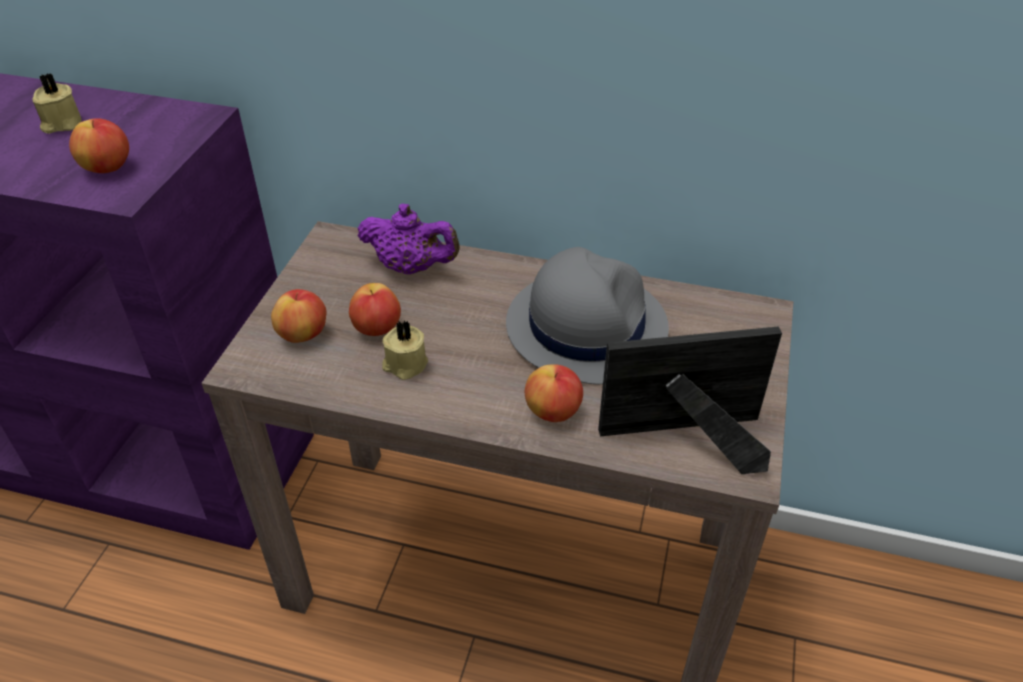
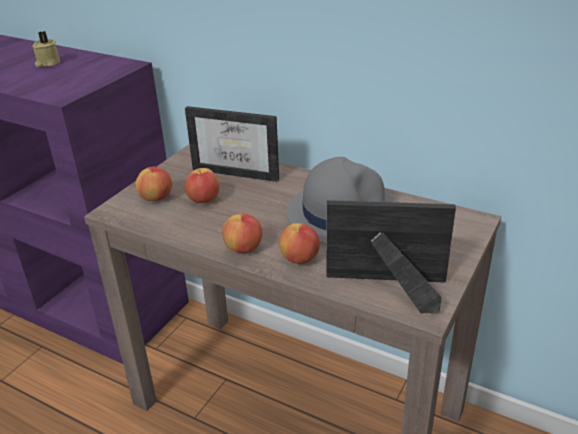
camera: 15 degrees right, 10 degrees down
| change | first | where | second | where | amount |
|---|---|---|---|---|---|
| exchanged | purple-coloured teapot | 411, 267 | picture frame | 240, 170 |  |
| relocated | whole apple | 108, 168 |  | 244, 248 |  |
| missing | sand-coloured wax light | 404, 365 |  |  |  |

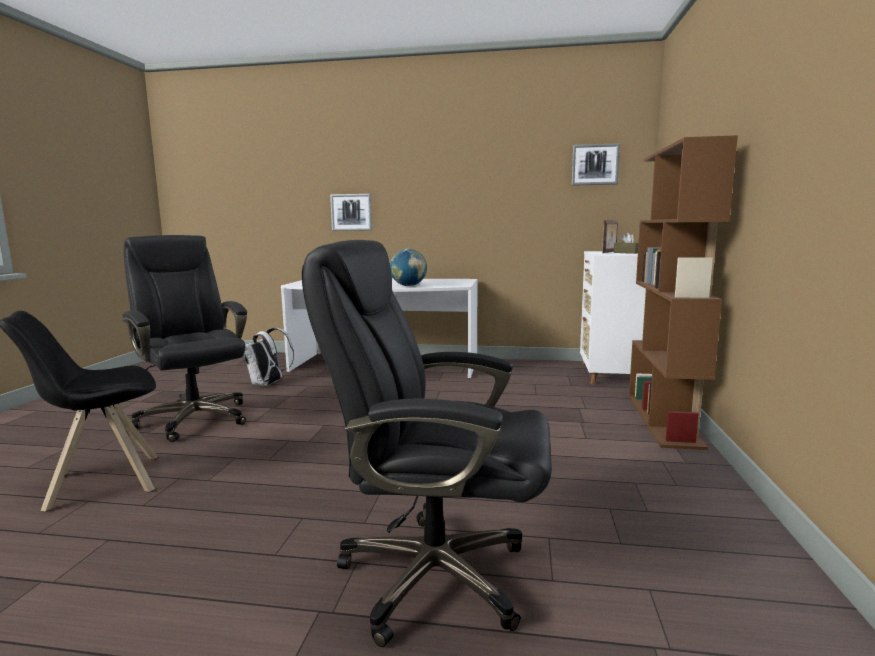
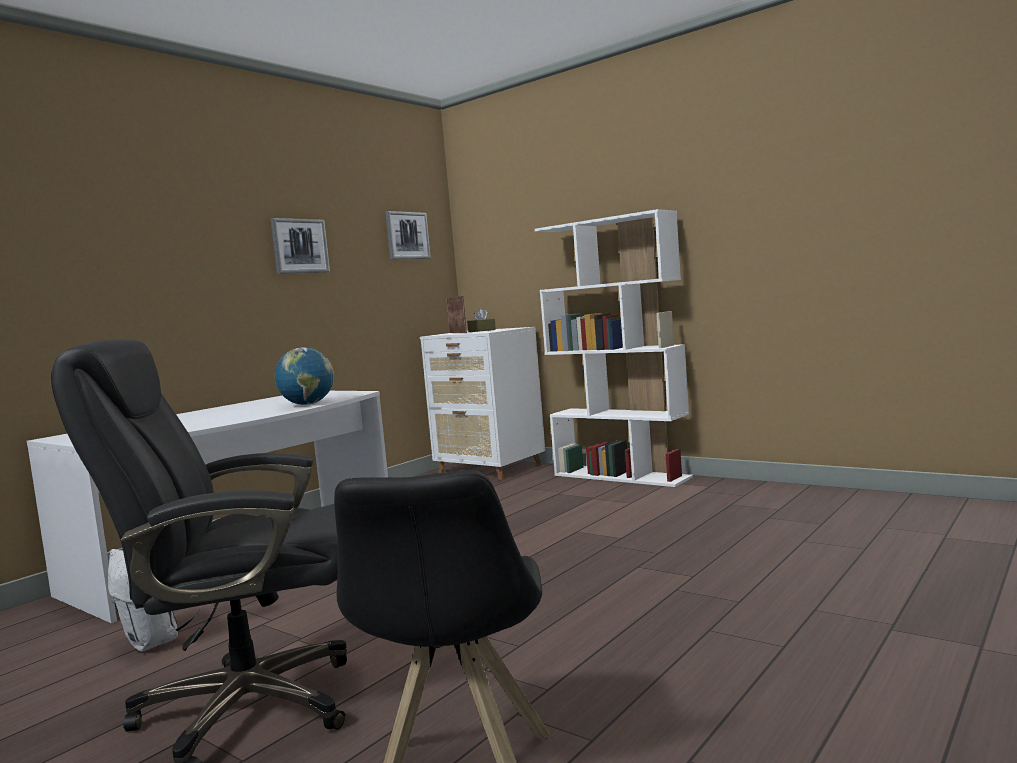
camera: 60 degrees left, 5 degrees down
| change | first | where | second | where | amount |
|---|---|---|---|---|---|
| relocated | picture | 351, 212 |  | 299, 246 |  |
| colour | brown shelving unit | 664, 420 | white shelving unit | 622, 476 |  |
| missing | black computer chair | 439, 576 |  |  |  |

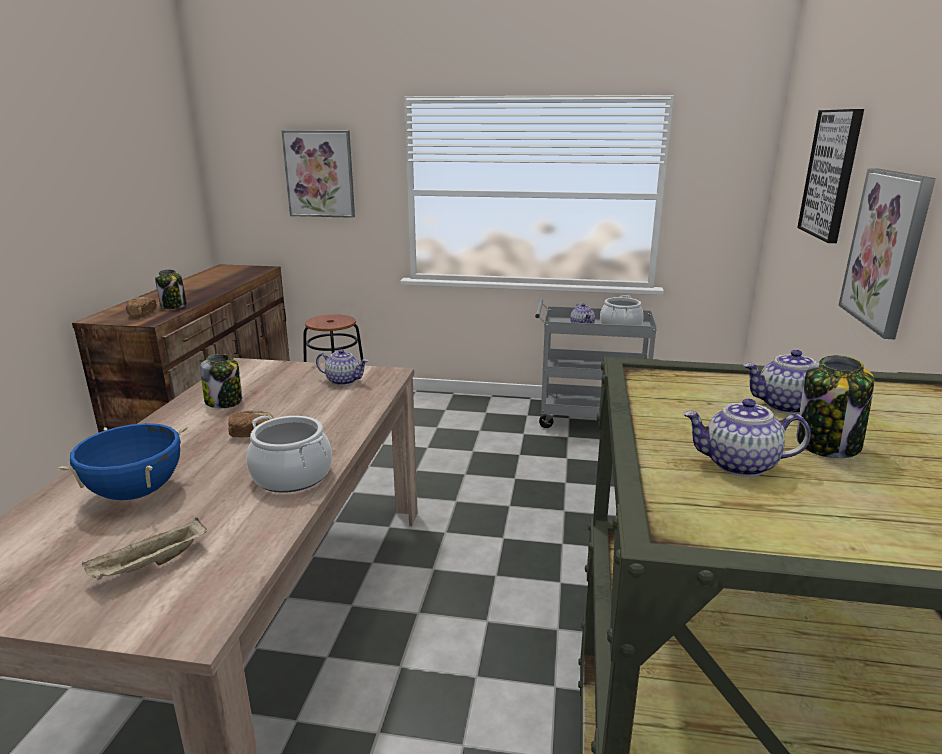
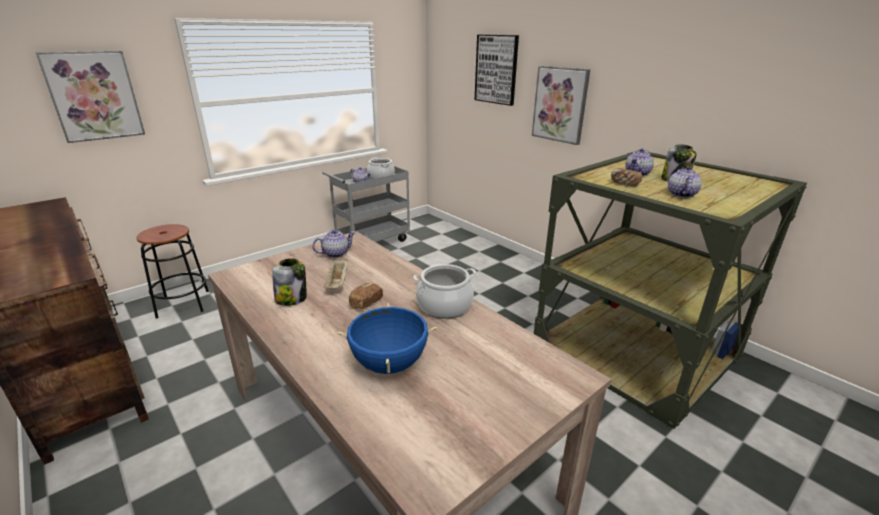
camera: 50 degrees left, 5 degrees up
| change | first | where | second | where | amount |
|---|---|---|---|---|---|
| relocated | sand-coloured serving tray | 150, 565 |  | 338, 282 |  |
| relocated | baked bread | 141, 313 |  | 624, 184 |  |
| spun | teapot | 738, 465 |  | 681, 194 | 150 degrees clockwise |
| missing | preserve jar | 174, 306 |  |  |  |

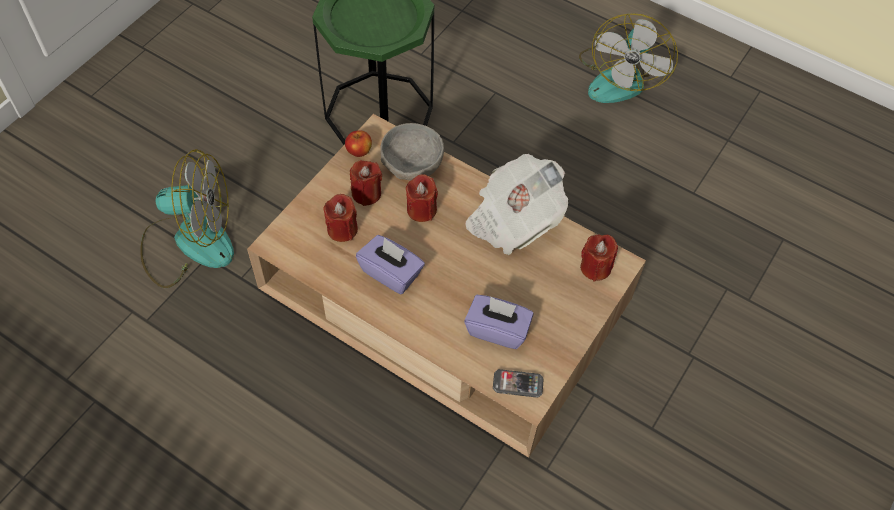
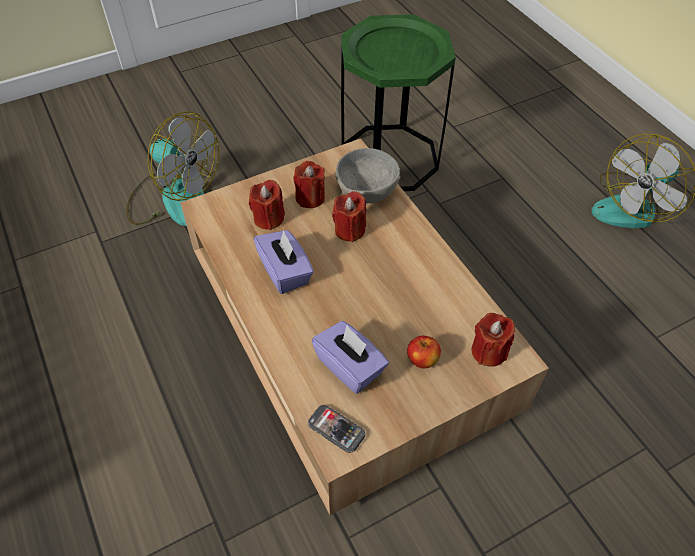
camera: 30 degrees right, 5 degrees down
| change | first | where | second | where | amount |
|---|---|---|---|---|---|
| relocated | whole apple | 359, 151 |  | 422, 360 |  |
| missing | daily paper | 513, 219 |  |  |  |

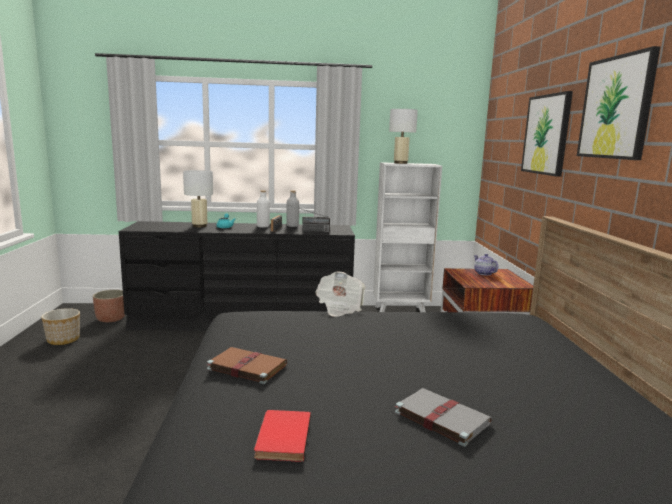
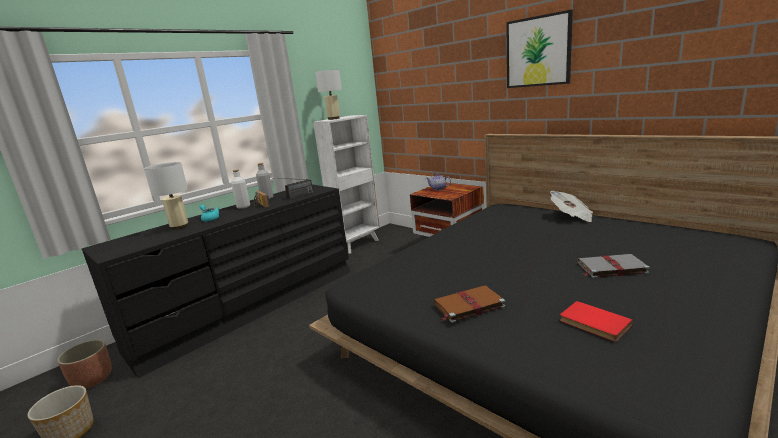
camera: 40 degrees left, 5 degrees up
| change | first | where | second | where | amount |
|---|---|---|---|---|---|
| relocated | daily paper | 339, 307 |  | 571, 217 |  |
| missing | picture | 546, 134 |  |  |  |

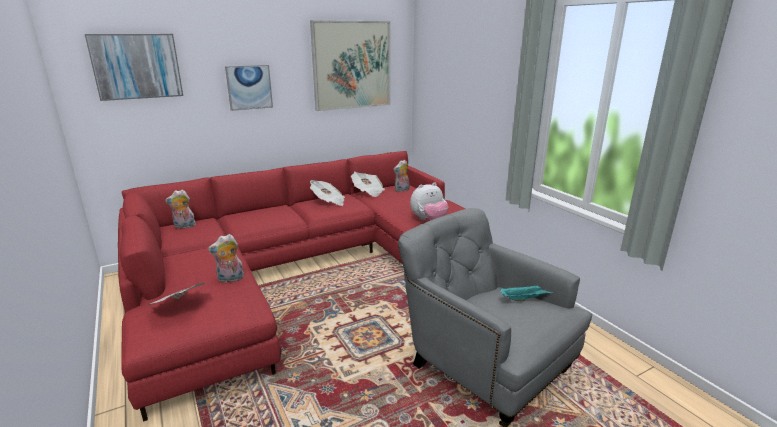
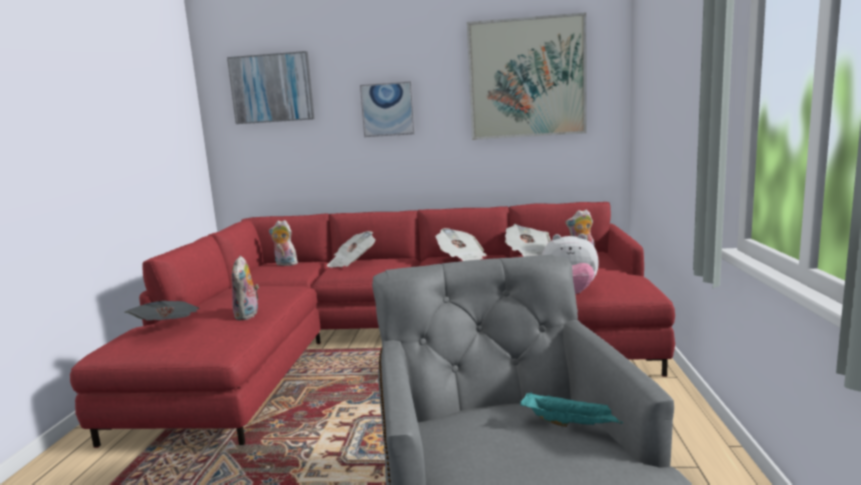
camera: 35 degrees right, 10 degrees down
| change | first | where | second | where | amount |
|---|---|---|---|---|---|
| spun | cuddly toy | 230, 279 |  | 248, 315 | 105 degrees counterclockwise |
| appeared |  |  | daily paper | 352, 263 |  |

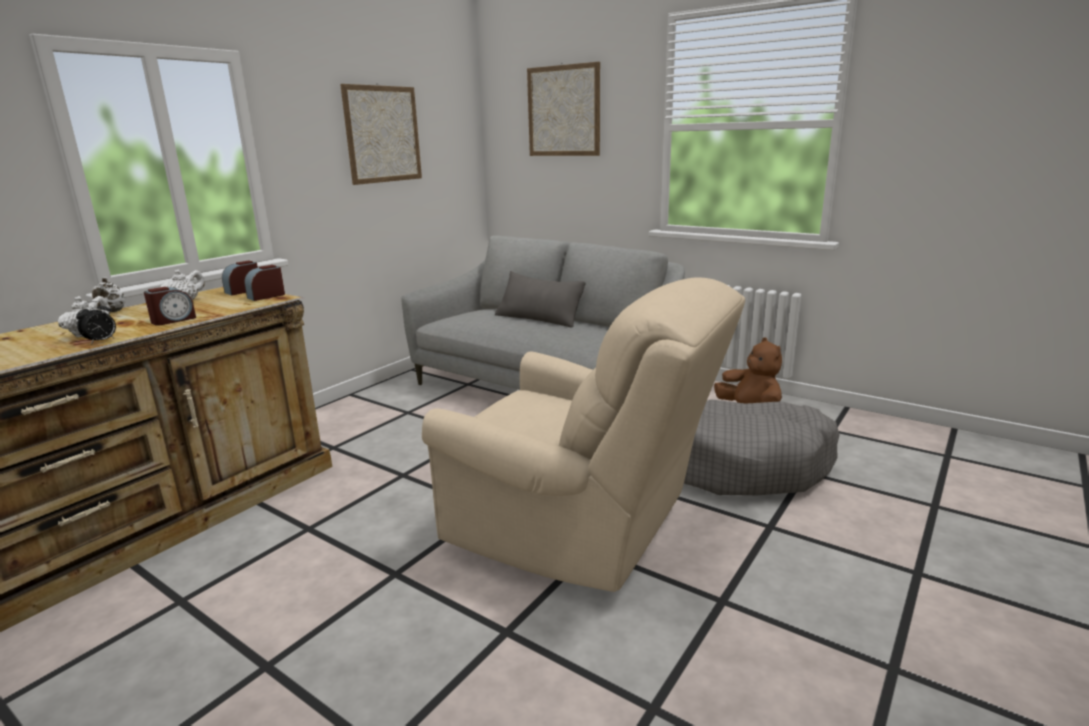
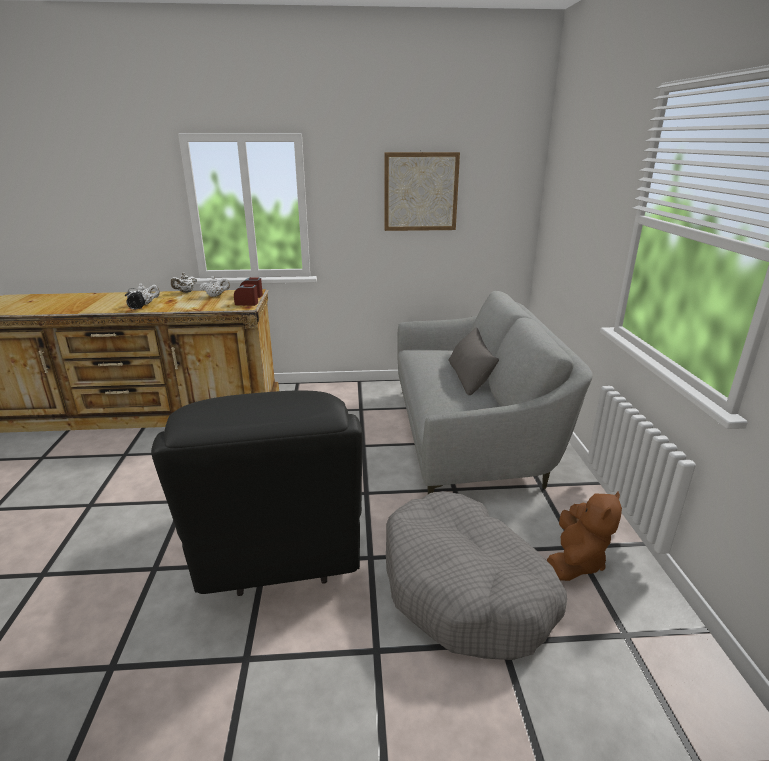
camera: 50 degrees right, 5 degrees up
| change | first | where | second | where | amount |
|---|---|---|---|---|---|
| colour | sand-coloured easy chair | 584, 533 | black easy chair | 280, 551 |  |
| missing | table clock | 173, 320 |  |  |  |
| missing | picture | 563, 110 |  |  |  |

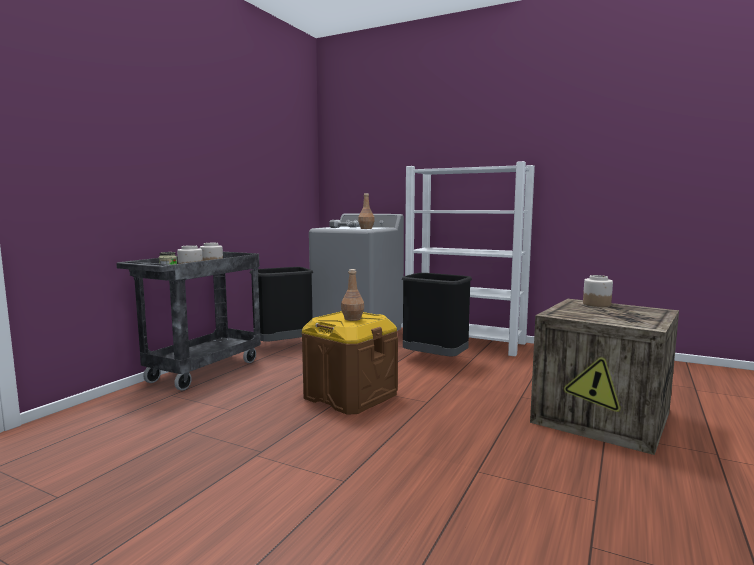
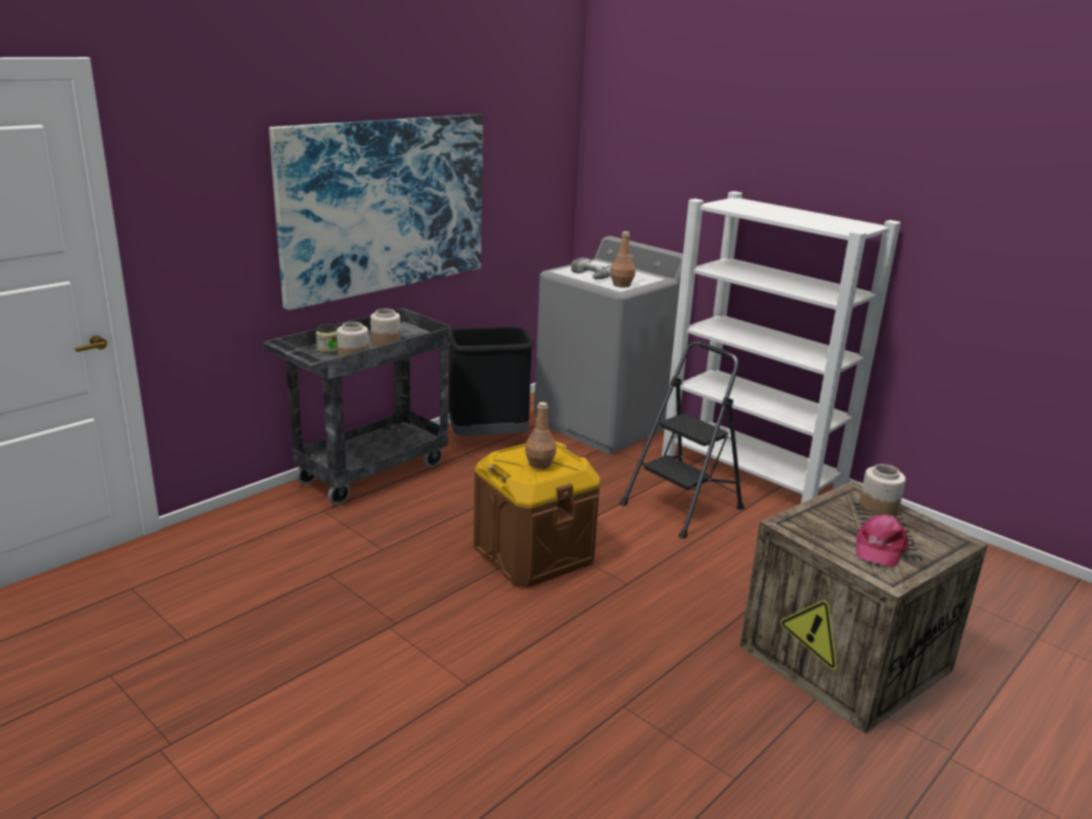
camera: 15 degrees right, 15 degrees up
| change | first | where | second | where | amount |
|---|---|---|---|---|---|
| appeared |  |  | picture | 385, 205 |  |
| exchanged | black waste bin | 435, 360 | black step ladder | 684, 504 |  |
| appeared |  |  | pinkish cap | 879, 548 |  |

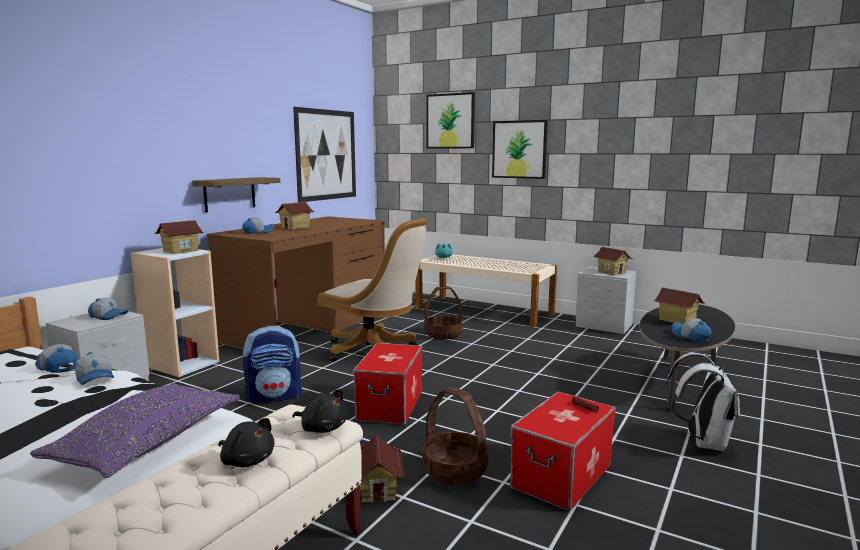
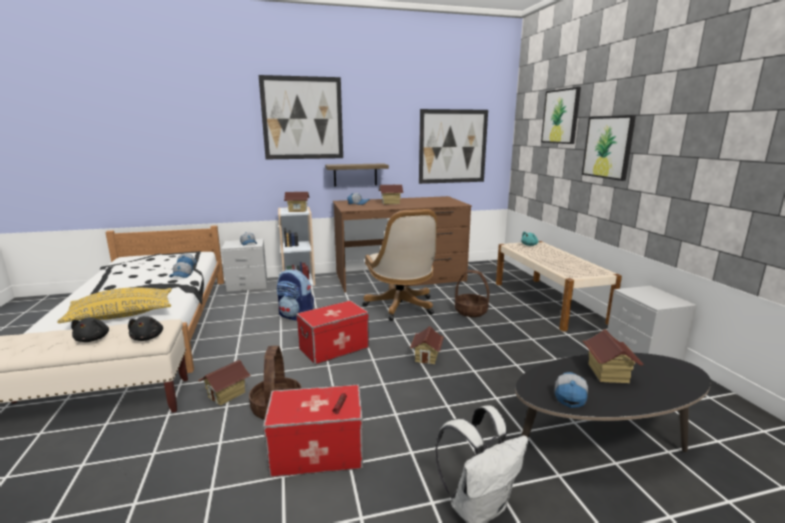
camera: 45 degrees right, 5 degrees up
| change | first | where | second | where | amount |
|---|---|---|---|---|---|
| colour | purple-coloured cushion | 148, 443 | yellow cushion | 122, 315 |  |
| appeared |  |  | picture | 302, 118 |  |
| relocated | toy house | 611, 272 |  | 427, 357 |  |

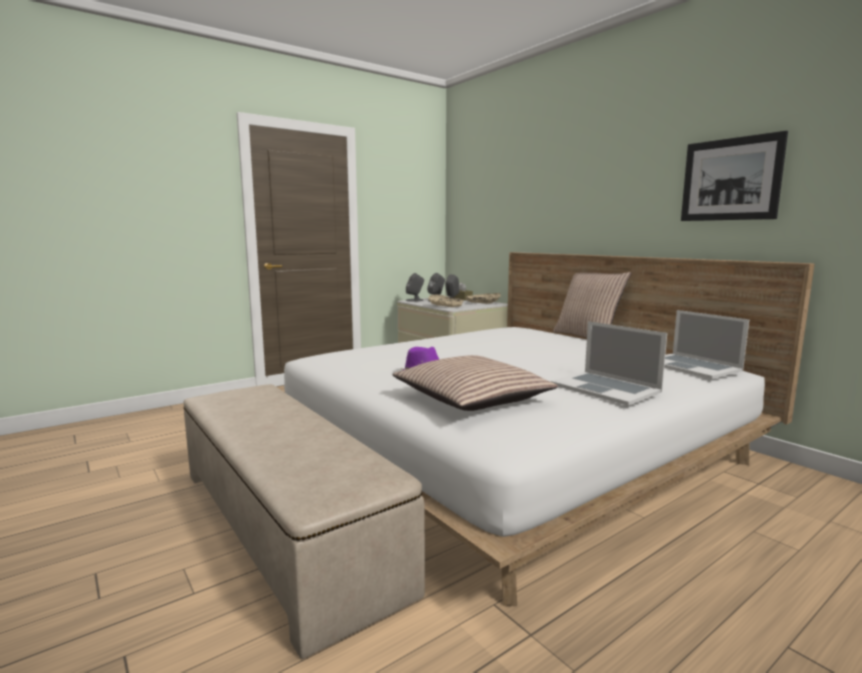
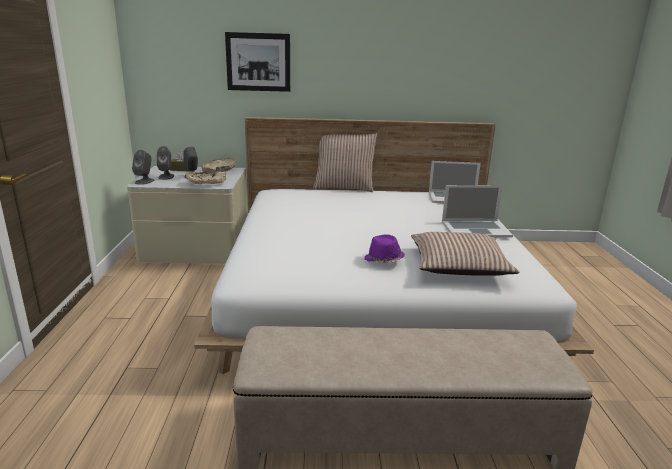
camera: 55 degrees left, 10 degrees up
| change | first | where | second | where | amount |
|---|---|---|---|---|---|
| relocated | picture | 730, 179 |  | 258, 62 |  |

